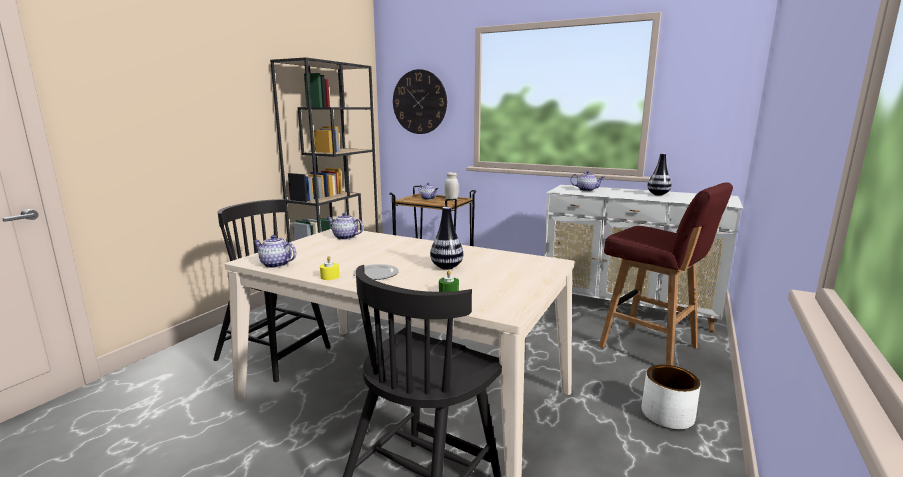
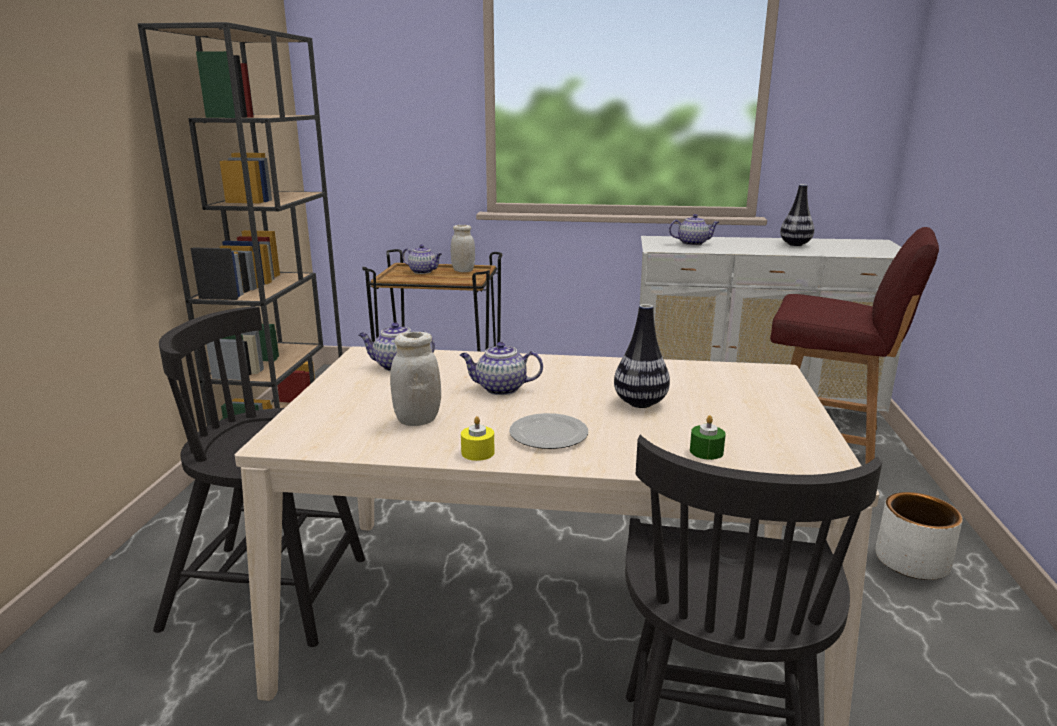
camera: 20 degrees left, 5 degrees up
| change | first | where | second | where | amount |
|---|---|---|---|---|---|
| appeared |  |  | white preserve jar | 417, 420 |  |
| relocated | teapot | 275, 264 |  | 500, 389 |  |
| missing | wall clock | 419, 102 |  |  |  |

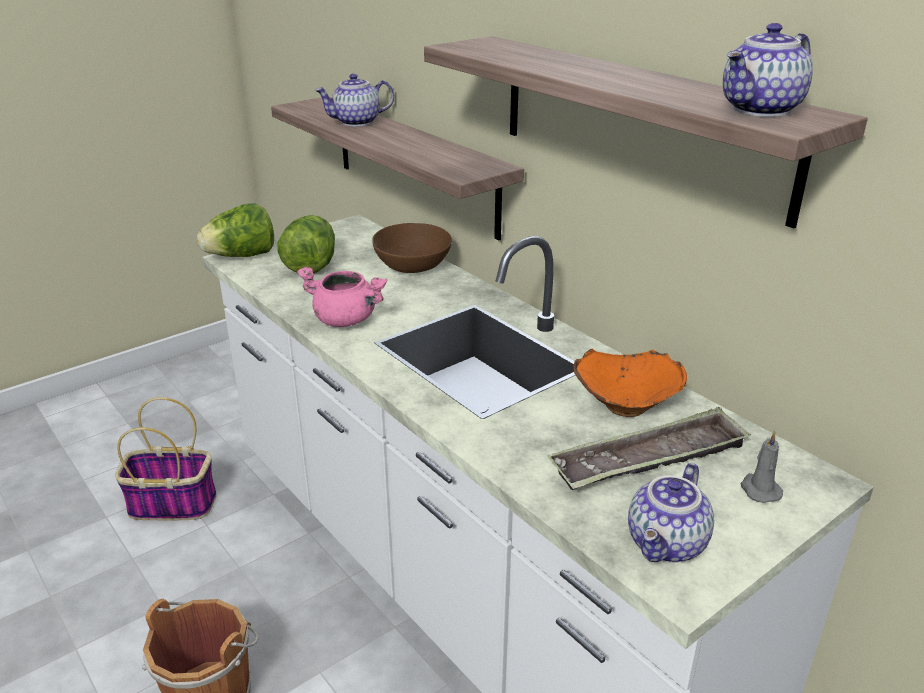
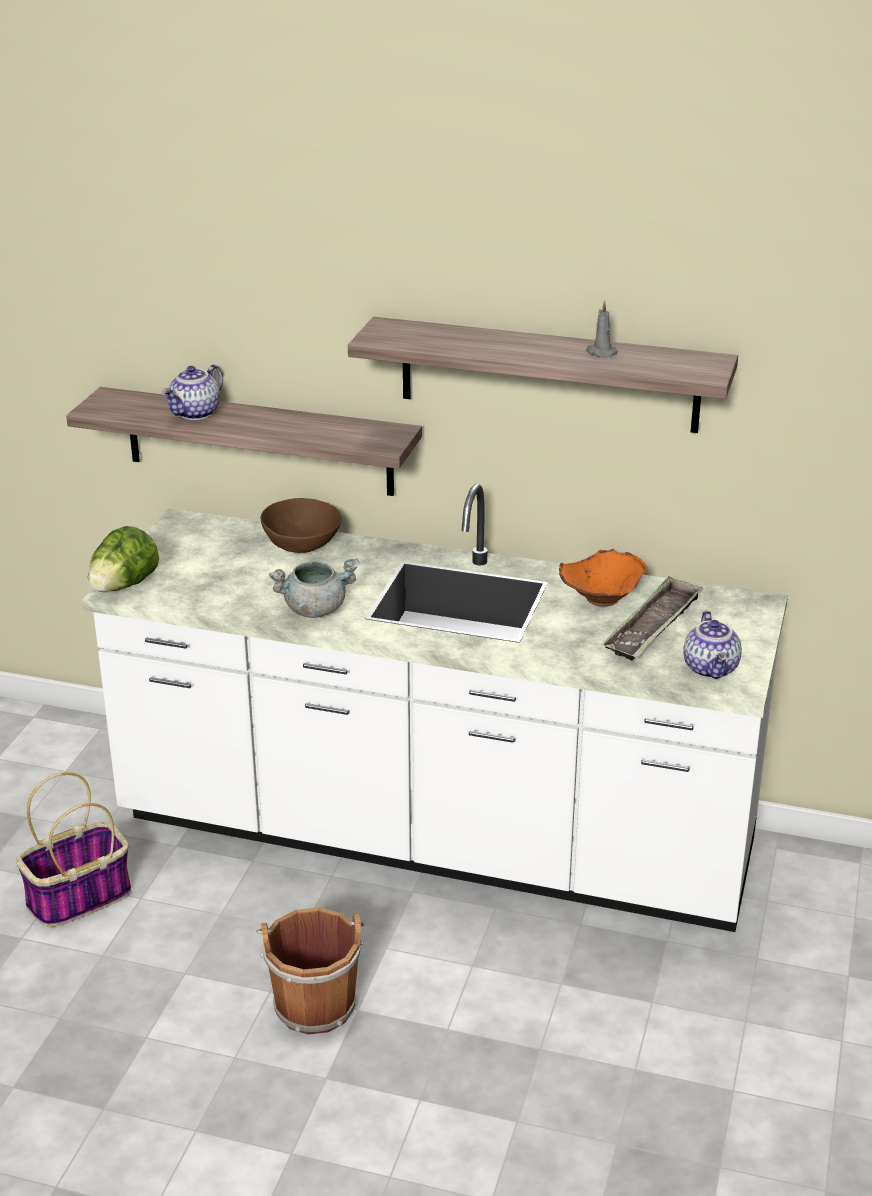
camera: 35 degrees left, 0 degrees up
| change | first | where | second | where | amount |
|---|---|---|---|---|---|
| colour | pinkish stockpot | 346, 320 | greyish stockpot | 315, 609 |  |
| relocated | greyish wax light | 759, 489 |  | 600, 352 |  |
| missing | lettuce head | 311, 264 |  |  |  |
| missing | teapot | 762, 110 |  |  |  |

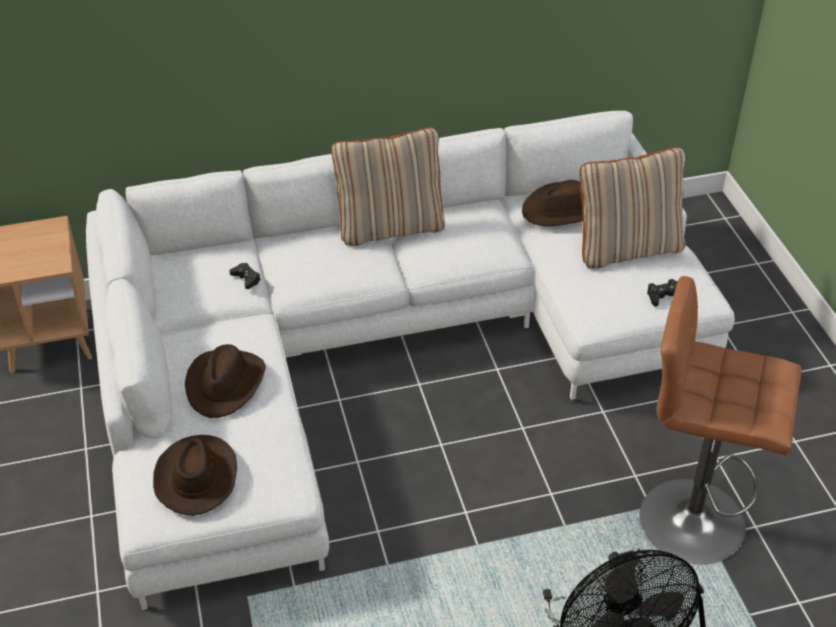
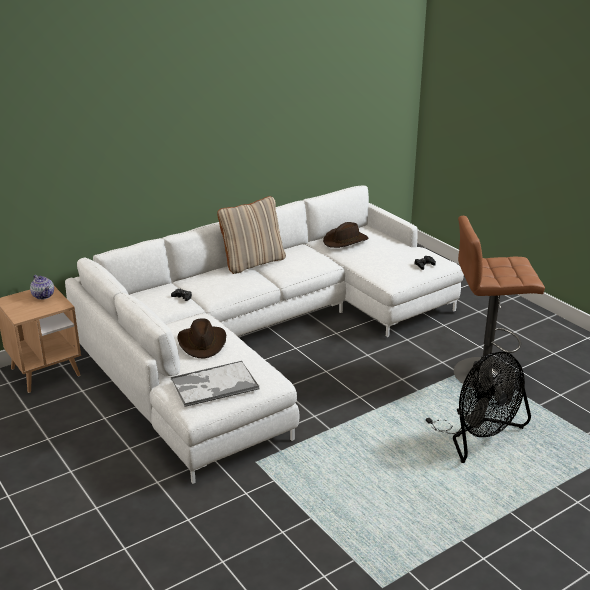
camera: 20 degrees left, 15 degrees down
| change | first | where | second | where | amount |
|---|---|---|---|---|---|
| appeared |  |  | teapot | 43, 295 |  |
| exchanged | brown wearable hat | 196, 476 | serving tray | 214, 385 |  |
| missing | sand-coloured cushion | 627, 248 |  |  |  |

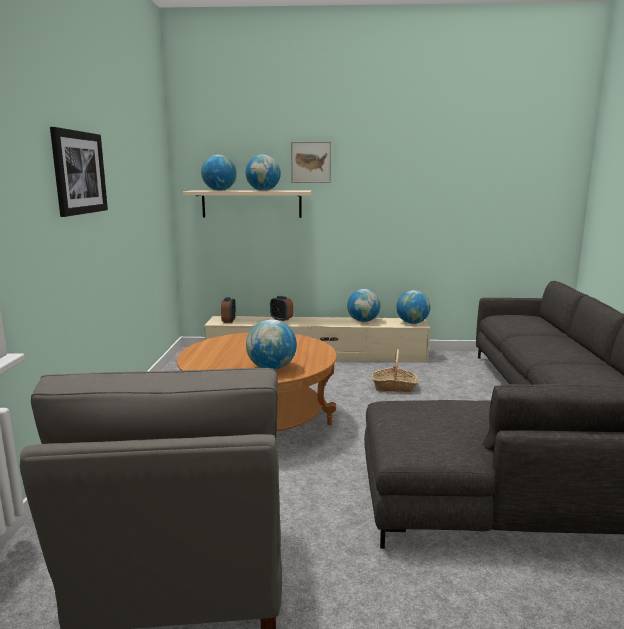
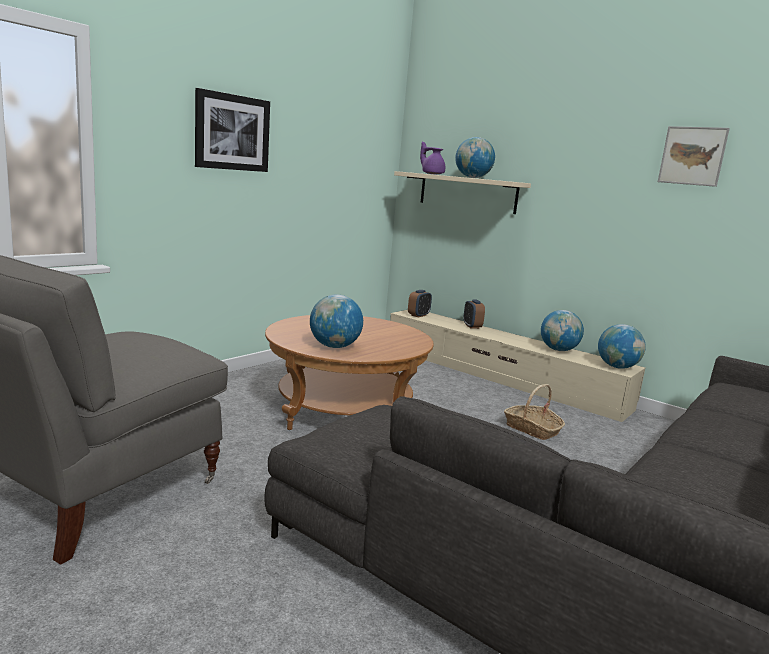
camera: 35 degrees right, 0 degrees up
| change | first | where | second | where | amount |
|---|---|---|---|---|---|
| exchanged | globe | 219, 190 | purple-coloured teapot | 432, 174 |  |
| relocated | picture | 311, 162 |  | 692, 156 |  |

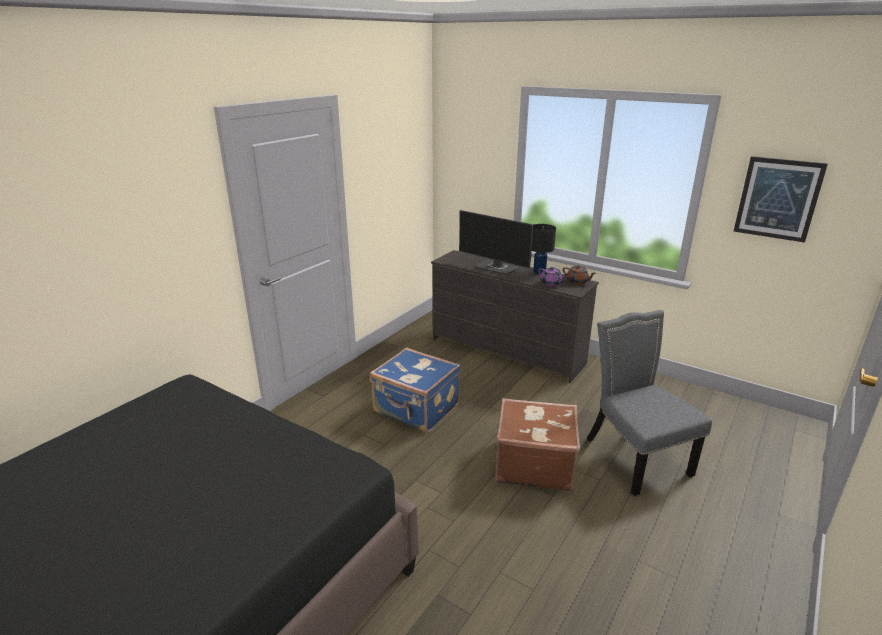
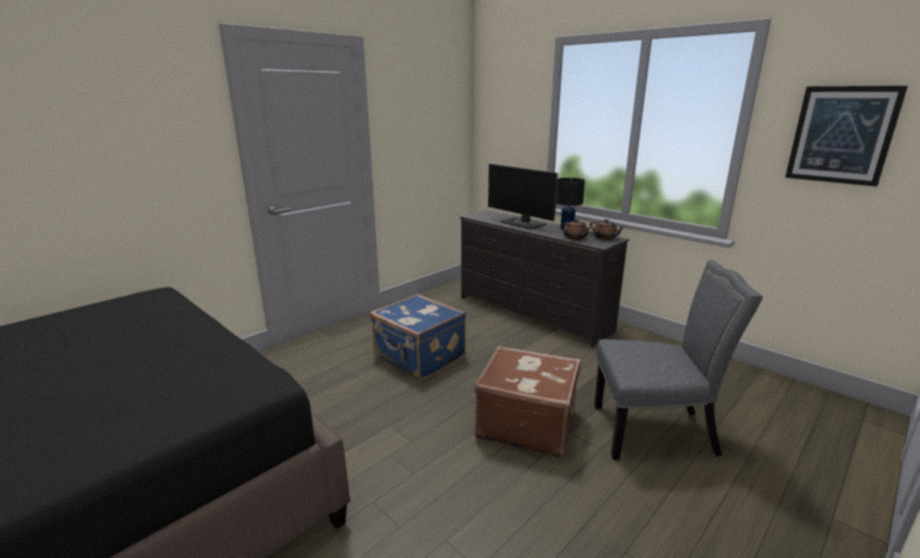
camera: 10 degrees right, 5 degrees down
| change | first | where | second | where | amount |
|---|---|---|---|---|---|
| colour | purple-coloured teapot | 551, 283 | brown teapot | 575, 237 |  |
| spun | greyish chair | 636, 459 |  | 651, 431 | 105 degrees clockwise |

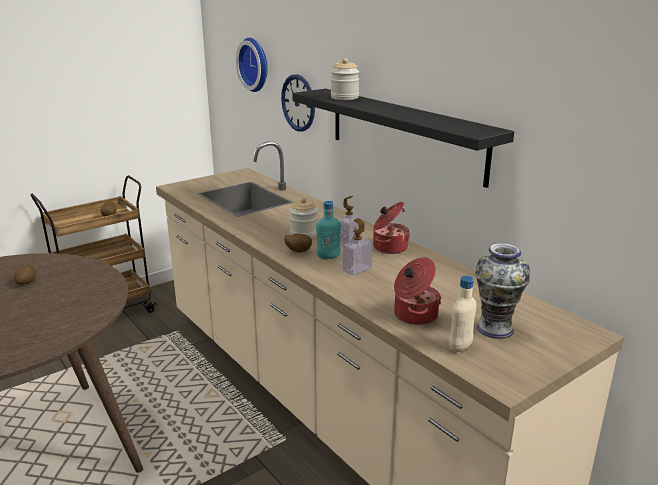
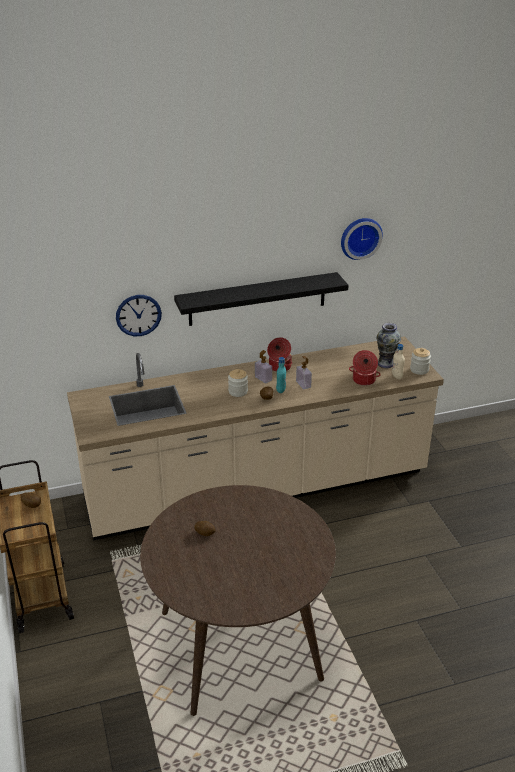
camera: 70 degrees left, 10 degrees up
| change | first | where | second | where | amount |
|---|---|---|---|---|---|
| relocated | wall clock | 256, 64 |  | 360, 237 |  |
| relocated | preserve jar | 344, 97 |  | 419, 370 |  |

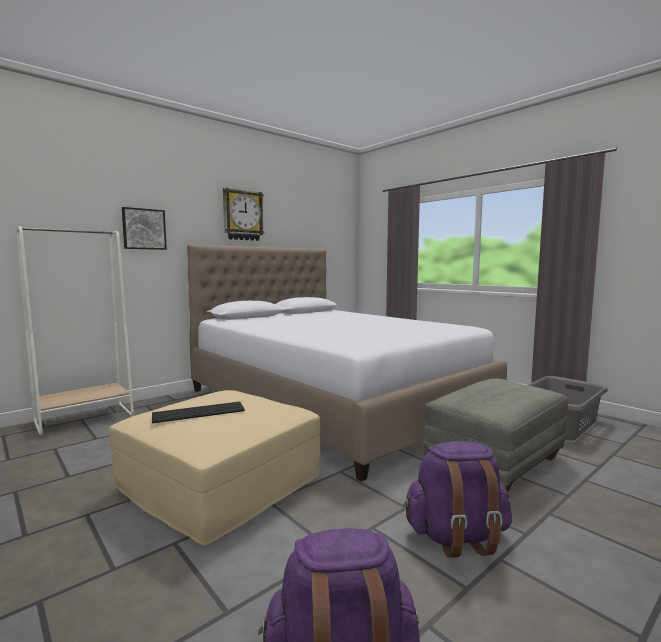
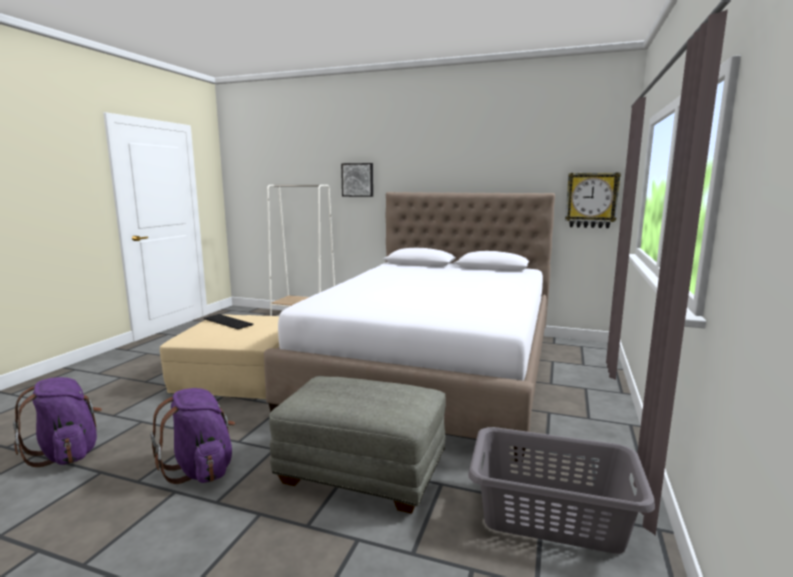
camera: 60 degrees right, 5 degrees up
| change | first | where | second | where | amount |
|---|---|---|---|---|---|
| relocated | wall clock | 242, 215 |  | 591, 200 |  |

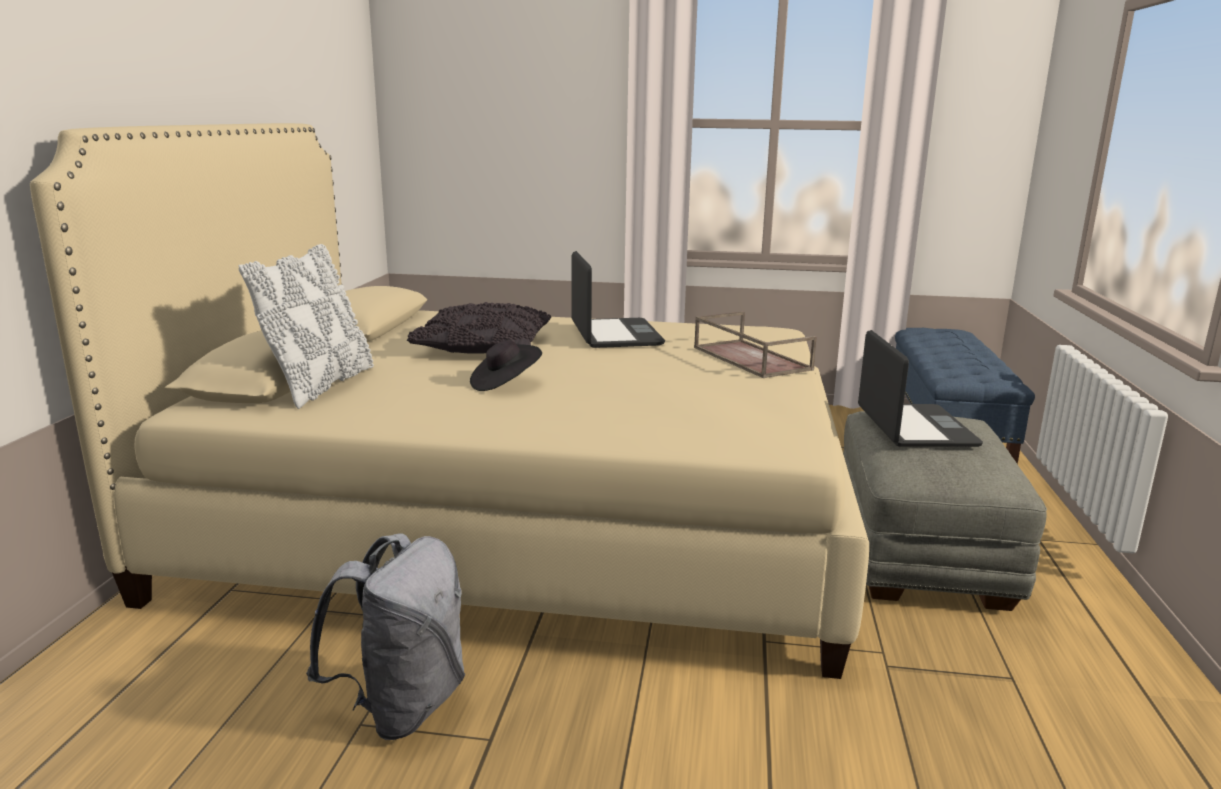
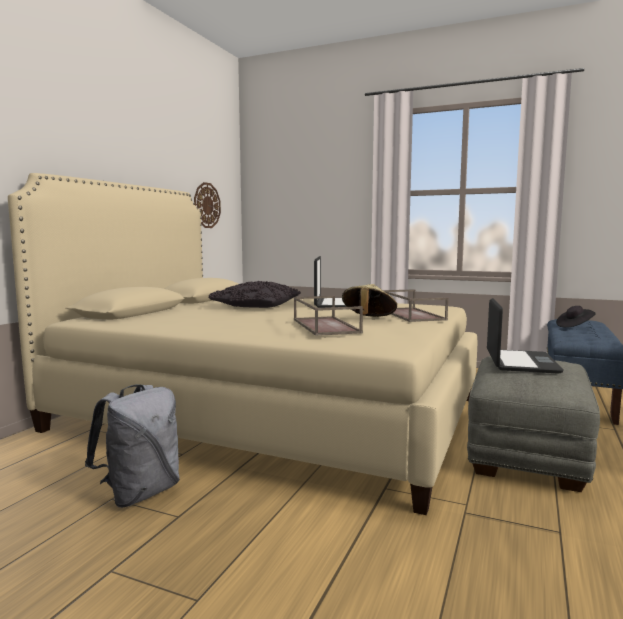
camera: 15 degrees right, 10 degrees down
| change | first | where | second | where | amount |
|---|---|---|---|---|---|
| appeared |  |  | wall clock | 207, 205 |  |
| appeared |  |  | brown serving tray | 324, 326 |  |
| appeared |  |  | sand-coloured wearable hat | 368, 319 |  |
| relocated | black wearable hat | 505, 384 |  | 574, 326 |  |
| missing | white cushion | 320, 385 |  |  |  |

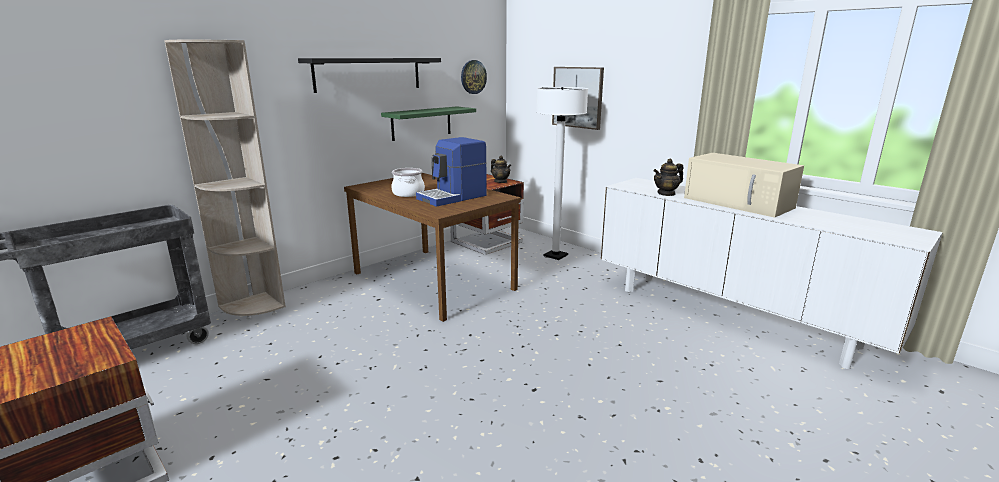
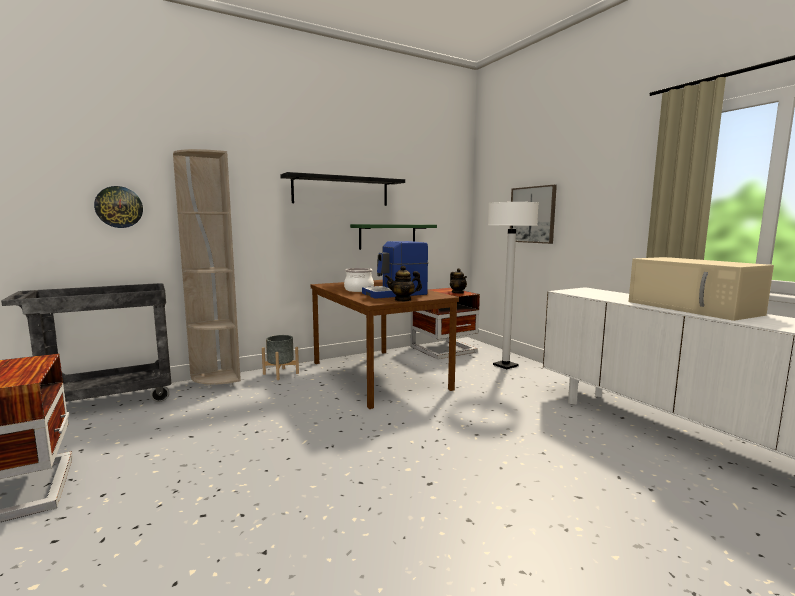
camera: 15 degrees right, 10 degrees down
| change | first | where | second | where | amount |
|---|---|---|---|---|---|
| relocated | wall clock | 473, 77 |  | 119, 207 |  |
| appeared |  |  | greyish plant pot | 280, 374 |  |
| relocated | teapot | 666, 193 |  | 403, 300 |  |

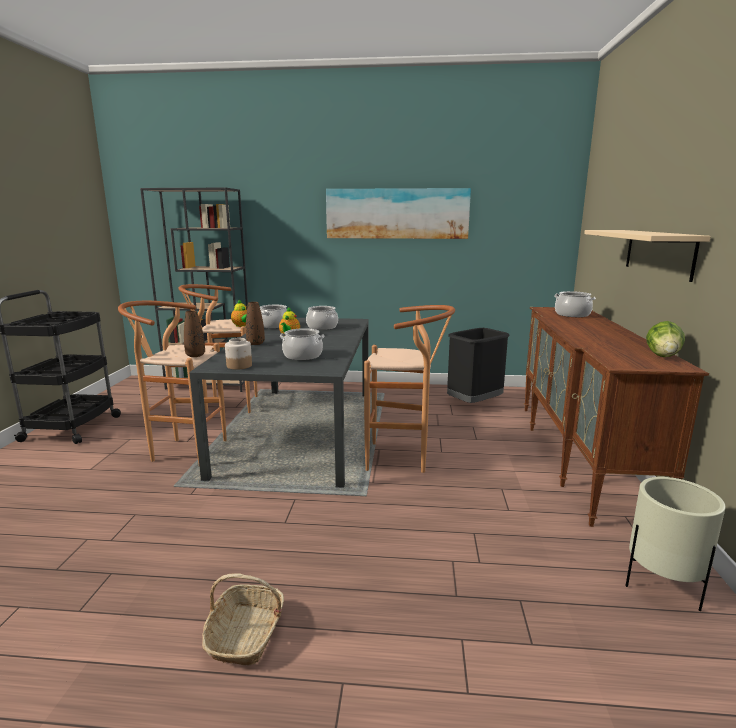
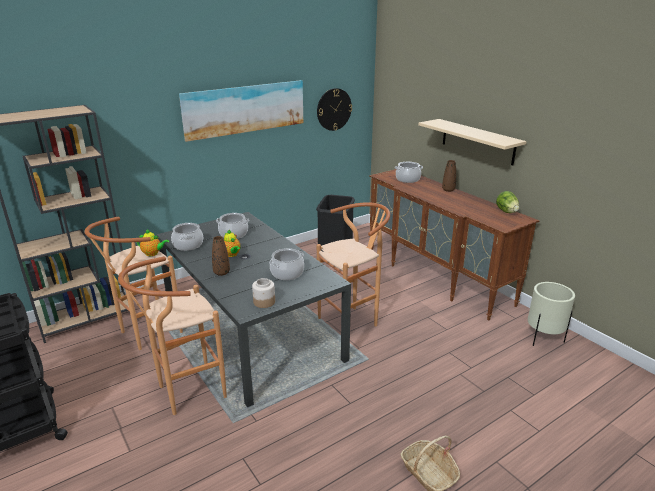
camera: 40 degrees left, 10 degrees up
| change | first | where | second | where | amount |
|---|---|---|---|---|---|
| appeared |  |  | wall clock | 334, 109 |  |
| relocated | brown vase | 195, 355 |  | 448, 190 |  |

